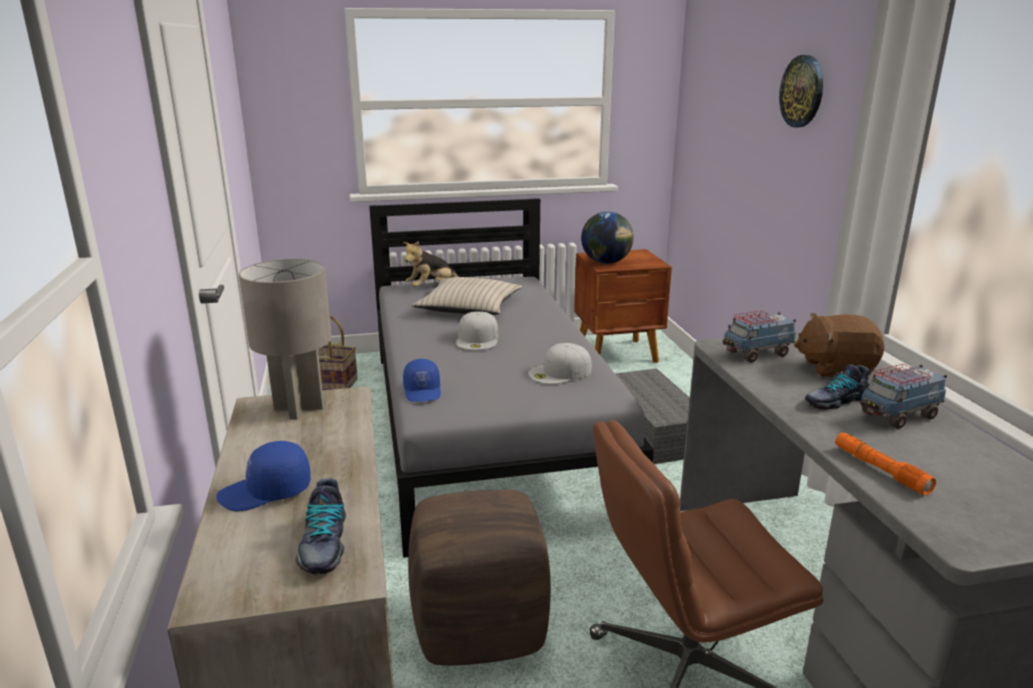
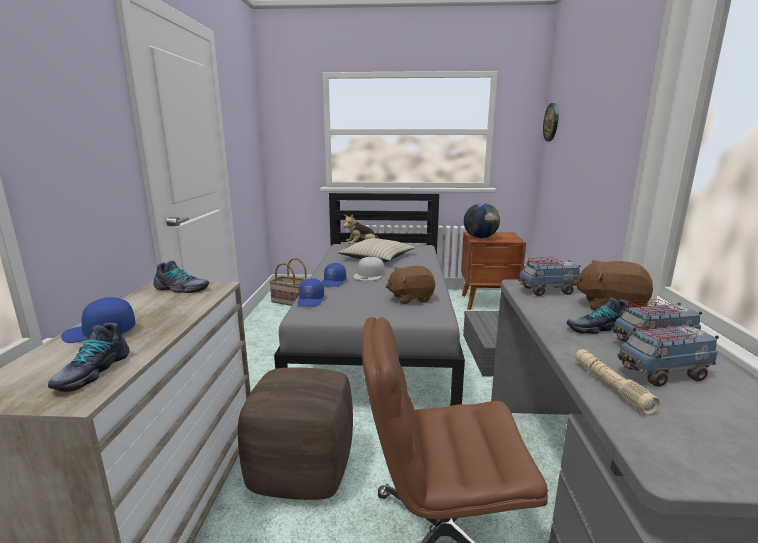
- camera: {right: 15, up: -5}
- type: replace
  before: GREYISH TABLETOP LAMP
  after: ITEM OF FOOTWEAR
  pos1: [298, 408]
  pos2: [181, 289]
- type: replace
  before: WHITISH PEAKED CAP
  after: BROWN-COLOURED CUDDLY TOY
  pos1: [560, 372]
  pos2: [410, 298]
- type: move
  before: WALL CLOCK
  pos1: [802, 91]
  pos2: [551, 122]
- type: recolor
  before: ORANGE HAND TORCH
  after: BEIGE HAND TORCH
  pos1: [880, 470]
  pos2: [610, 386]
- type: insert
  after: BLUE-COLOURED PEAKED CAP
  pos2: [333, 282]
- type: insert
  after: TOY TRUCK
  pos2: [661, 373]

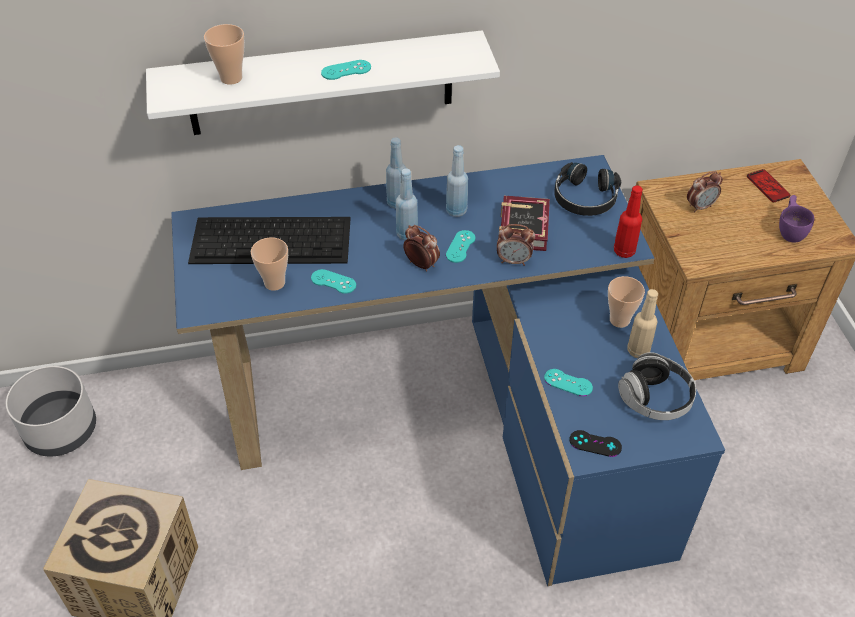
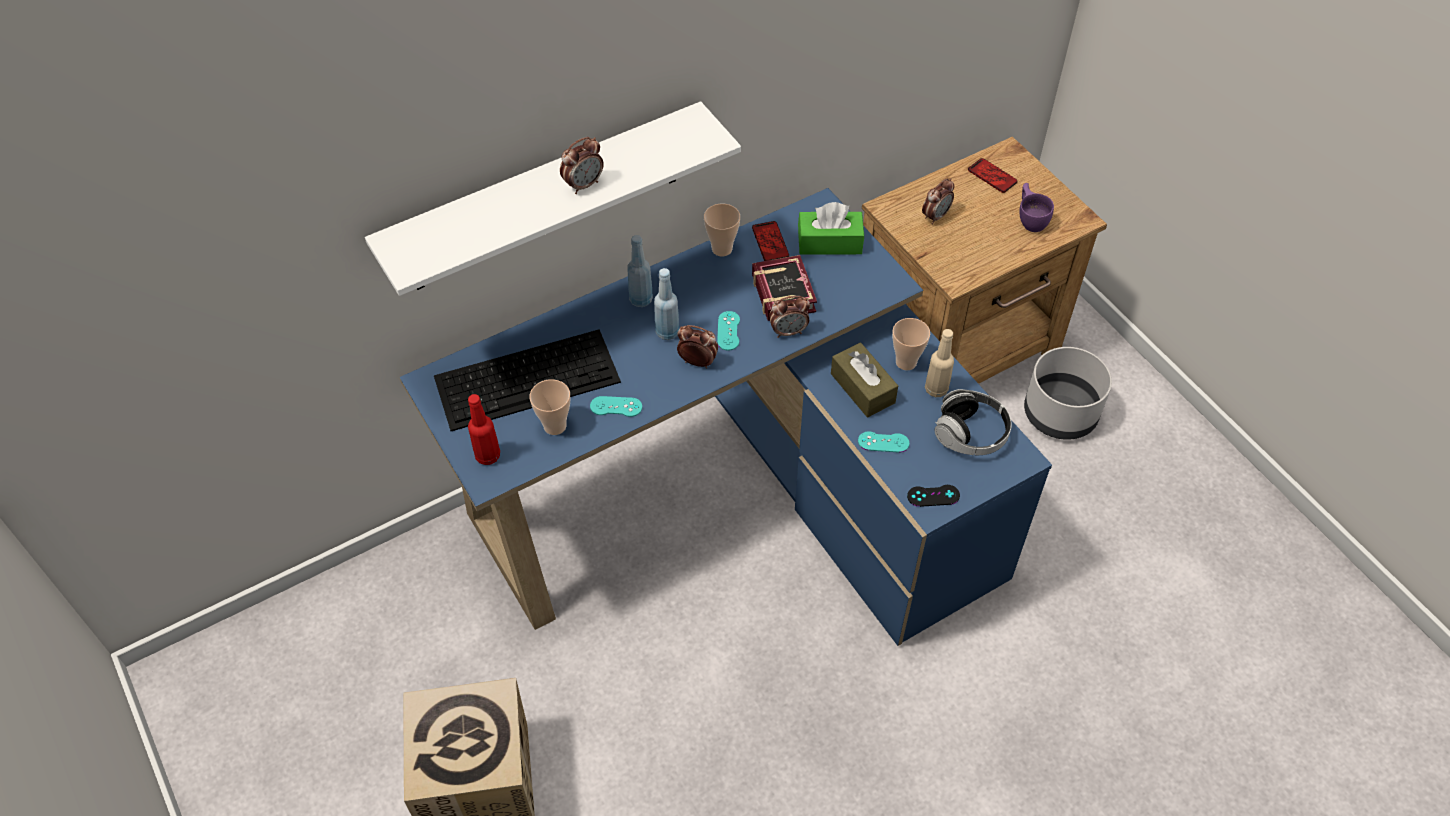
- camera: {right: -20, up: 5}
- type: move
  before: GREYISH FLOWER POT
  pos1: [61, 431]
  pos2: [1061, 414]
- type: move
  before: SMALL CUP
  pos1: [231, 78]
  pos2: [722, 249]
- type: replace
  before: TURQUOISE-COLOURED GAME CONTROLLER
  after: BEDSIDE CLOCK
  pos1: [346, 70]
  pos2: [584, 184]
- type: delete
  before: BLUE-COLOURED BOTTLE
  pos1: [456, 211]
- type: replace
  before: BLACK HEADSET
  after: GREEN TISSUE HOLDER
  pos1: [584, 198]
  pos2: [829, 242]
- type: move
  before: REDDISH BOTTLE
  pos1: [624, 251]
  pos2: [488, 456]
- type: insert
  after: PHONE
  pos2: [770, 242]
- type: insert
  after: BROWN-COLOURED TISSUE HOLDER
  pos2: [862, 388]

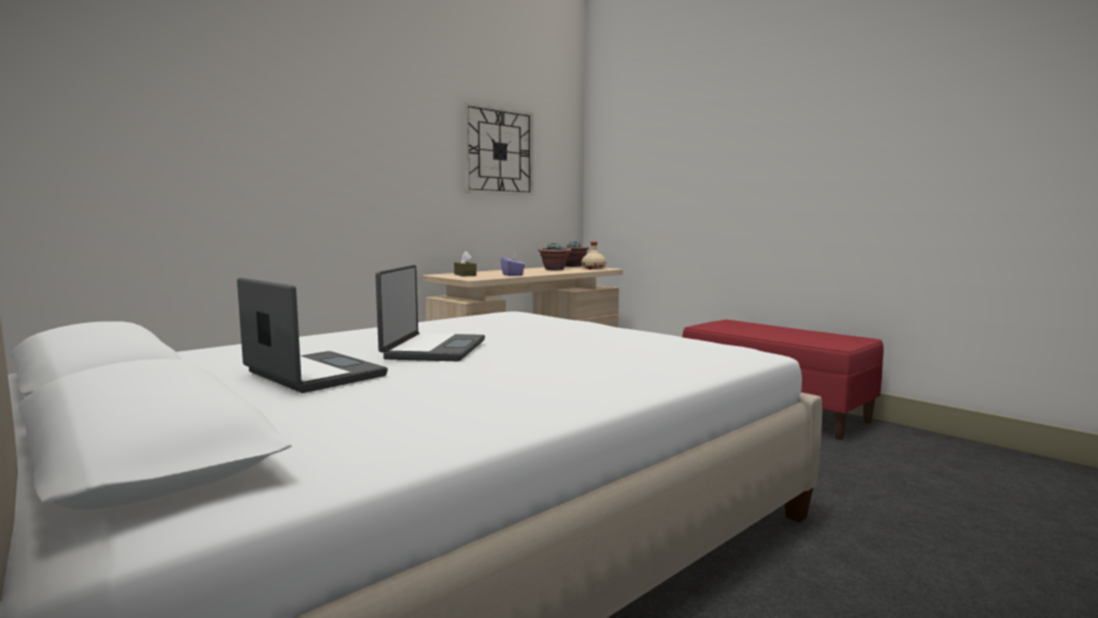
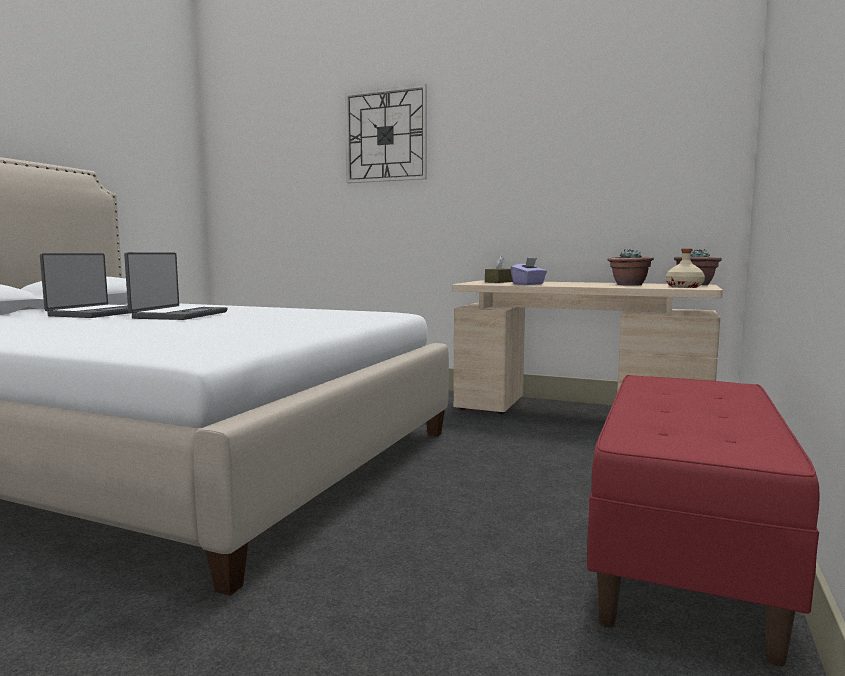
- camera: {right: 65, up: 0}
- type: rotate
  before: PORTABLE COMPUTER
  pos1: [433, 349]
  pos2: [179, 315]
  turn: -60
- type: move
  before: WALL CLOCK
  pos1: [499, 151]
  pos2: [386, 135]

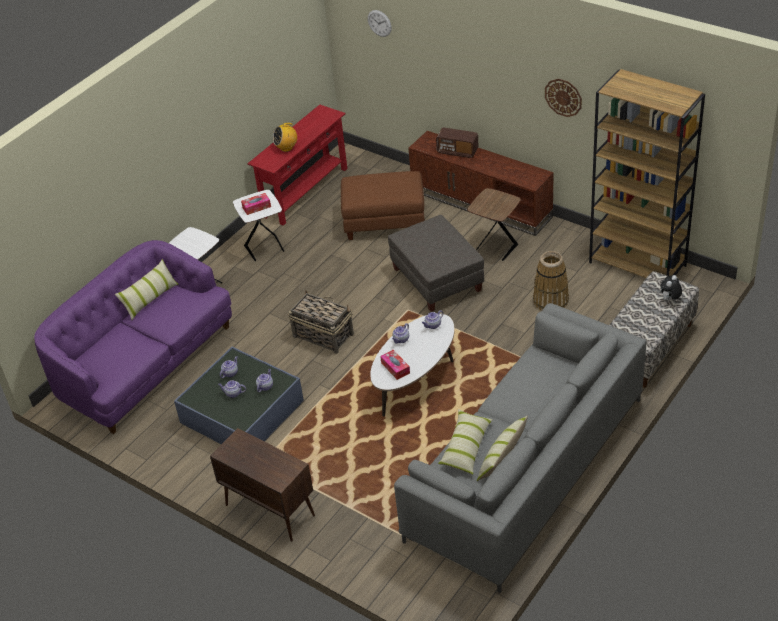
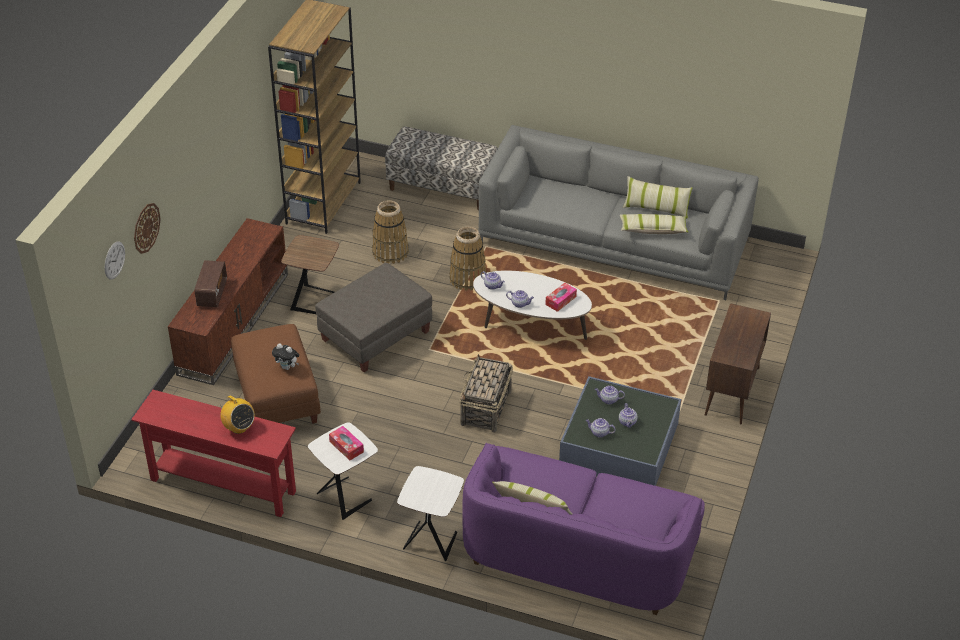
- camera: {right: -110, up: 0}
- type: move
  before: WALL CLOCK
  pos1: [563, 97]
  pos2: [146, 228]
- type: move
  before: CUDDLY TOY
  pos1: [670, 299]
  pos2: [287, 367]
- type: insert
  after: BASKET
  pos2: [468, 279]

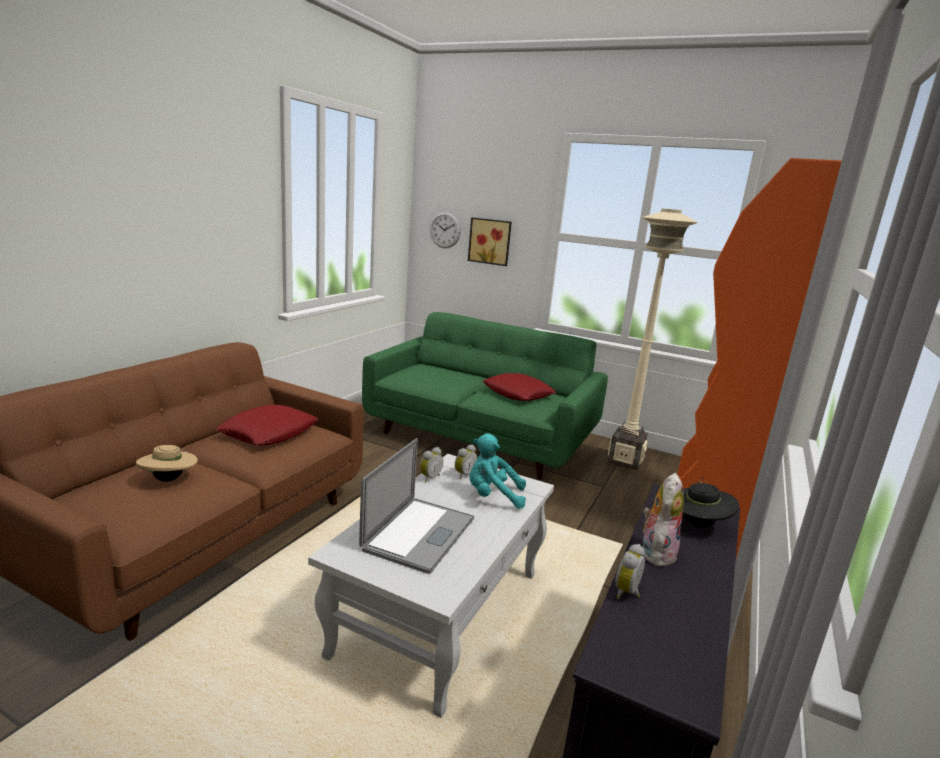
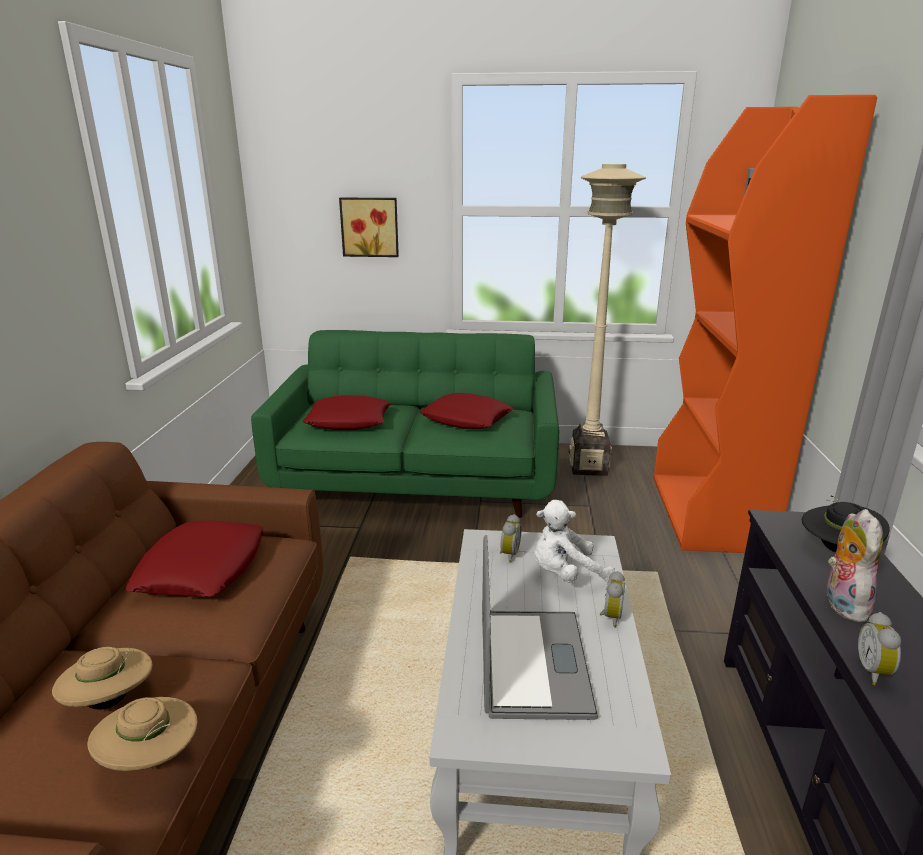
- camera: {right: -20, up: 5}
- type: move
  before: BEDSIDE CLOCK
  pos1: [429, 477]
  pos2: [610, 617]
- type: delete
  before: WALL CLOCK
  pos1: [445, 230]
- type: recolor
  before: TURQUOISE-COLOURED CUDDLY TOY
  after: WHITISH CUDDLY TOY
  pos1: [493, 496]
  pos2: [566, 575]
- type: insert
  after: BEIGE CLOTHING HAT
  pos2: [151, 758]
- type: insert
  after: REDDISH CUSHION
  pos2: [349, 420]

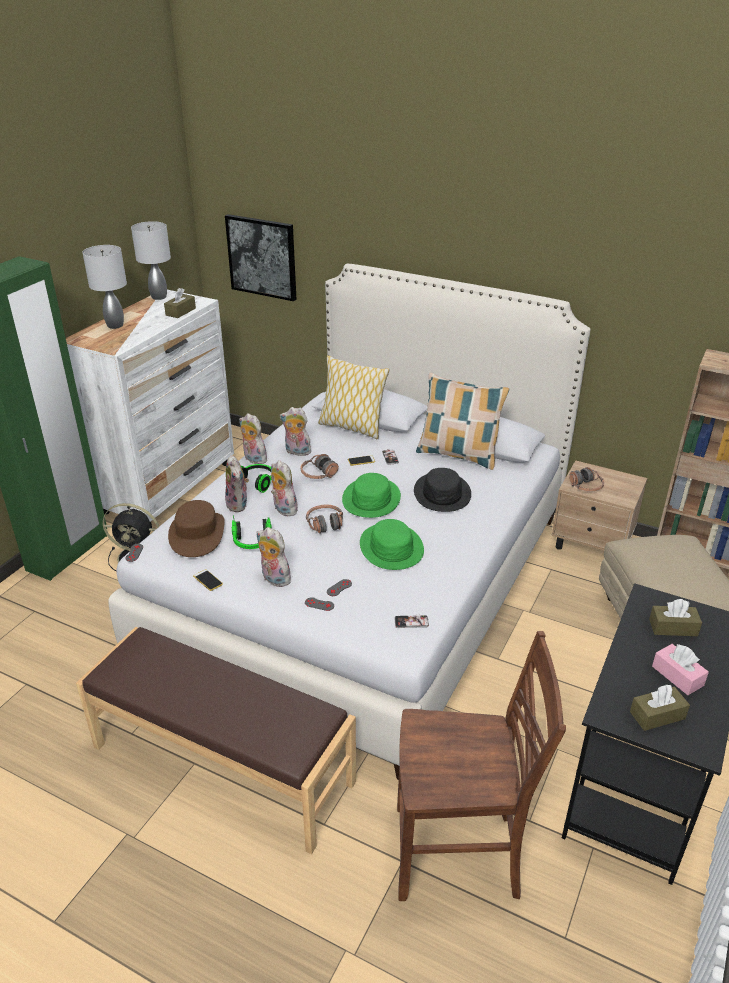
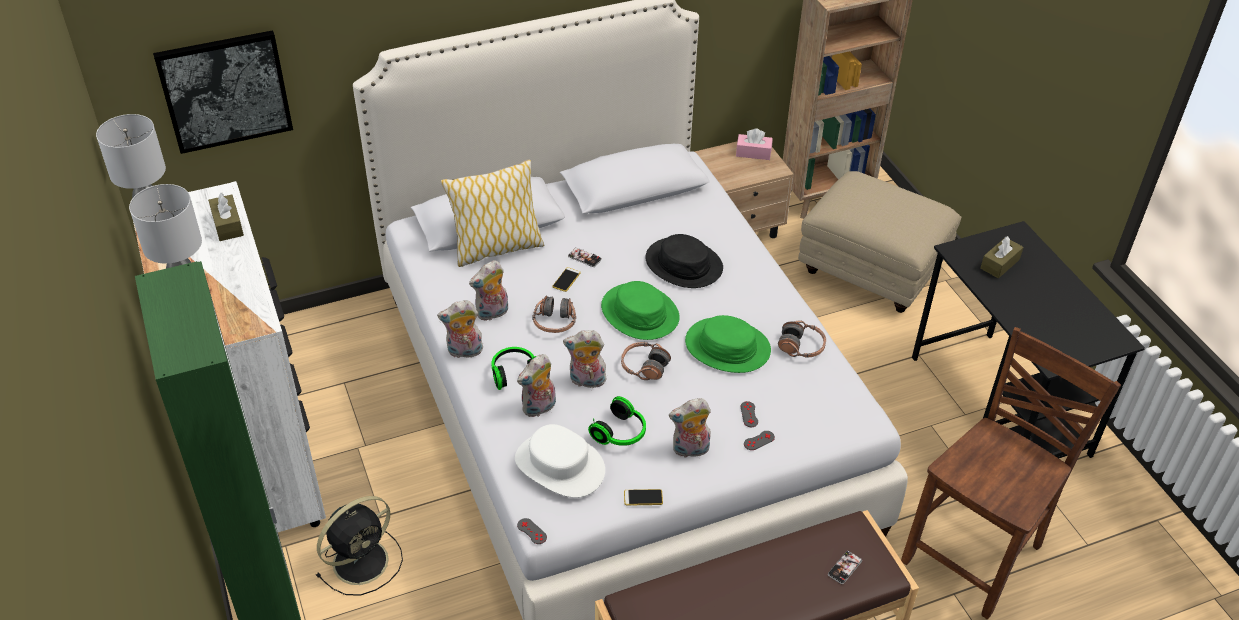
- camera: {right: -50, up: 10}
- type: recolor
  before: BROWN-COLOURED CLOTHING HAT
  after: WHITISH CLOTHING HAT
  pos1: [197, 534]
  pos2: [559, 466]
- type: rotate
  before: CUDDLY TOY
  pos1: [239, 505]
  pos2: [539, 408]
  turn: 120
- type: move
  before: PHONE
  pos1: [411, 622]
  pos2: [844, 568]
- type: delete
  before: CUSHION
  pos1: [458, 455]
- type: move
  before: HEADSET
  pos1: [585, 486]
  pos2: [801, 346]
- type: delete
  before: BROWN-COLOURED TISSUE HOLDER
  pos1: [657, 715]
- type: move
  before: PINK-COLOURED TISSUE HOLDER
  pos1: [677, 676]
  pos2: [753, 153]

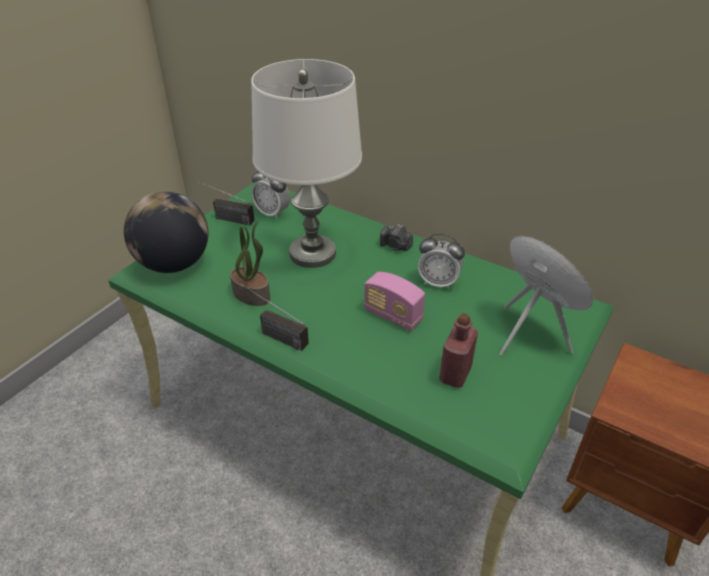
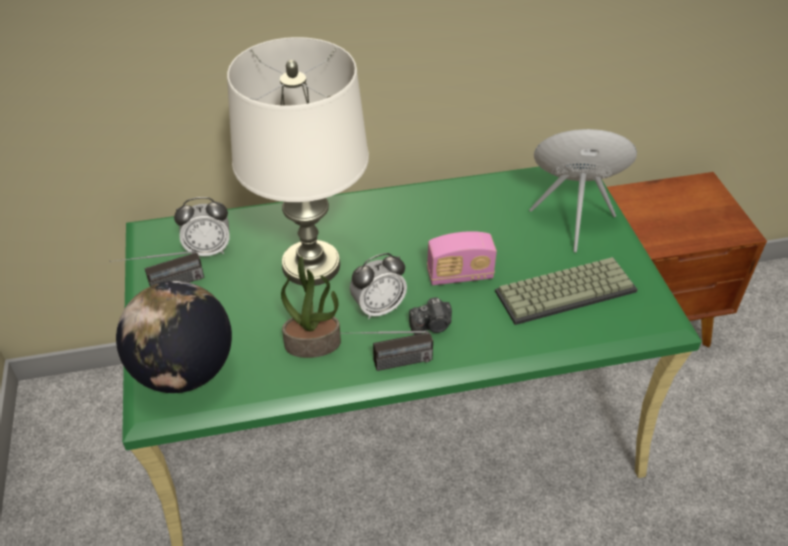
- camera: {right: -45, up: 5}
- type: move
  before: PHOTO CAMERA
  pos1: [395, 246]
  pos2: [432, 326]
- type: move
  before: BEDSIDE CLOCK
  pos1: [438, 282]
  pos2: [378, 308]
- type: replace
  before: REDDISH BOTTLE
  after: COMPUTER KEYBOARD
  pos1: [455, 374]
  pos2: [566, 290]

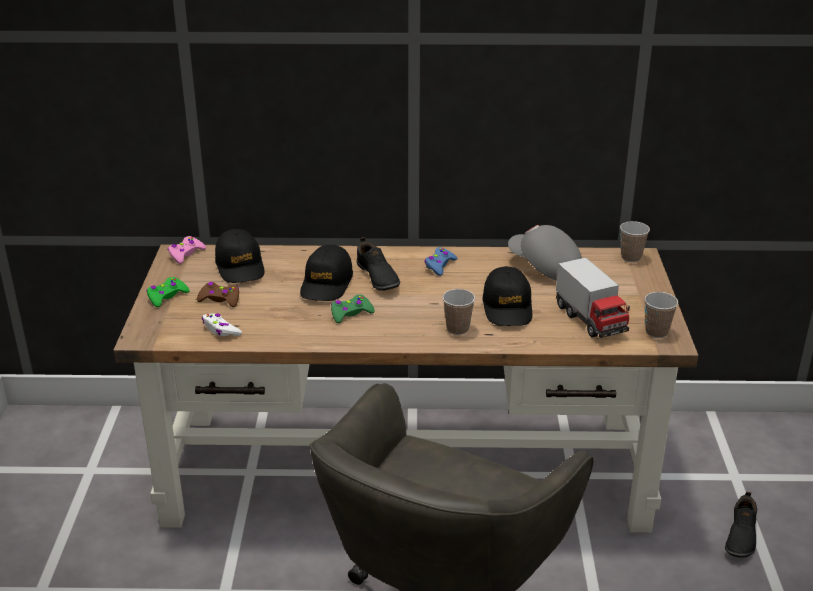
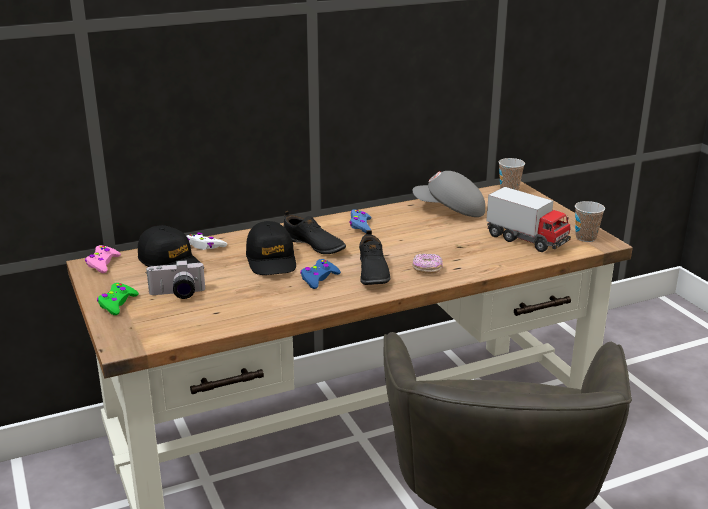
- camera: {right: -25, up: -5}
- type: replace
  before: BROWN-COLOURED GAME CONTROLLER
  after: PHOTO CAMERA
  pos1: [220, 299]
  pos2: [177, 294]
- type: move
  before: WHITISH GAME CONTROLLER
  pos1: [221, 330]
  pos2: [205, 246]
- type: recolor
  before: GREEN GAME CONTROLLER
  after: BLUE-COLOURED GAME CONTROLLER
  pos1: [351, 313]
  pos2: [319, 279]
- type: replace
  before: SMALL CUP
  after: DOUGHNUT
  pos1: [457, 329]
  pos2: [427, 270]
- type: delete
  before: BLACK PEAKED CAP
  pos1: [507, 307]
- type: move
  before: BLACK ITEM OF FOOTWEAR
  pos1: [740, 536]
  pos2: [372, 272]

